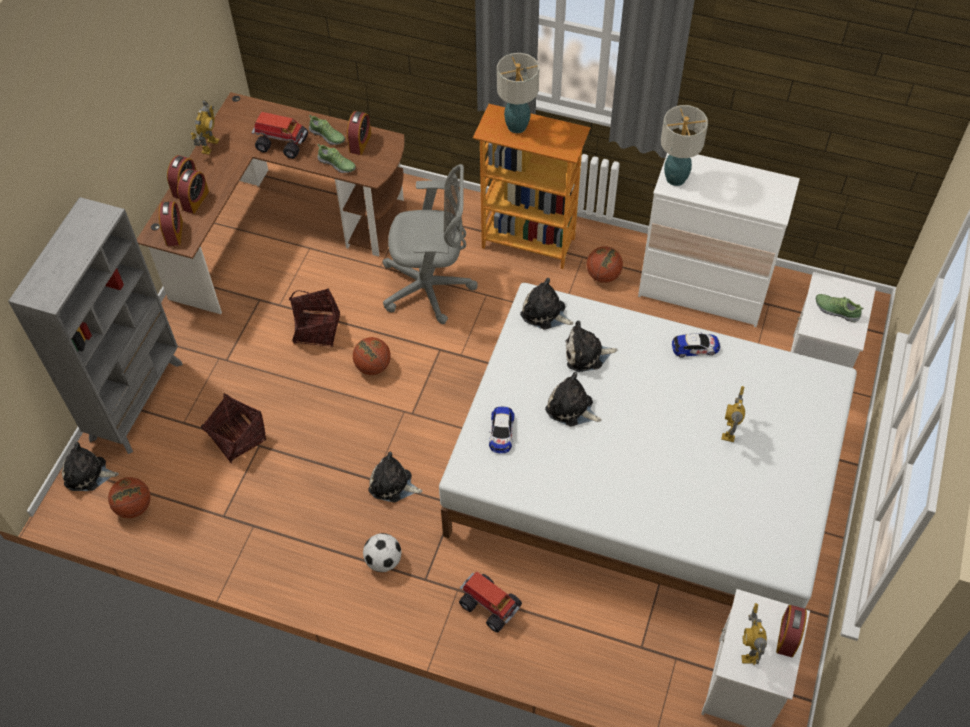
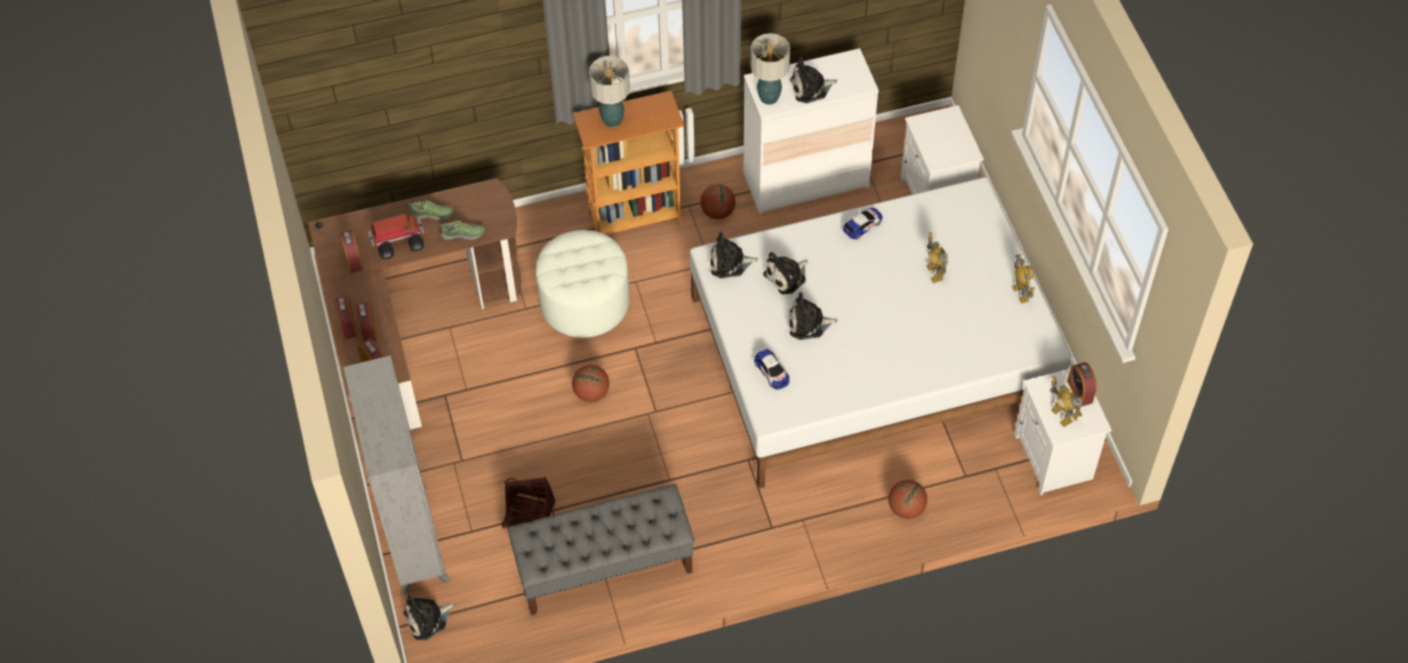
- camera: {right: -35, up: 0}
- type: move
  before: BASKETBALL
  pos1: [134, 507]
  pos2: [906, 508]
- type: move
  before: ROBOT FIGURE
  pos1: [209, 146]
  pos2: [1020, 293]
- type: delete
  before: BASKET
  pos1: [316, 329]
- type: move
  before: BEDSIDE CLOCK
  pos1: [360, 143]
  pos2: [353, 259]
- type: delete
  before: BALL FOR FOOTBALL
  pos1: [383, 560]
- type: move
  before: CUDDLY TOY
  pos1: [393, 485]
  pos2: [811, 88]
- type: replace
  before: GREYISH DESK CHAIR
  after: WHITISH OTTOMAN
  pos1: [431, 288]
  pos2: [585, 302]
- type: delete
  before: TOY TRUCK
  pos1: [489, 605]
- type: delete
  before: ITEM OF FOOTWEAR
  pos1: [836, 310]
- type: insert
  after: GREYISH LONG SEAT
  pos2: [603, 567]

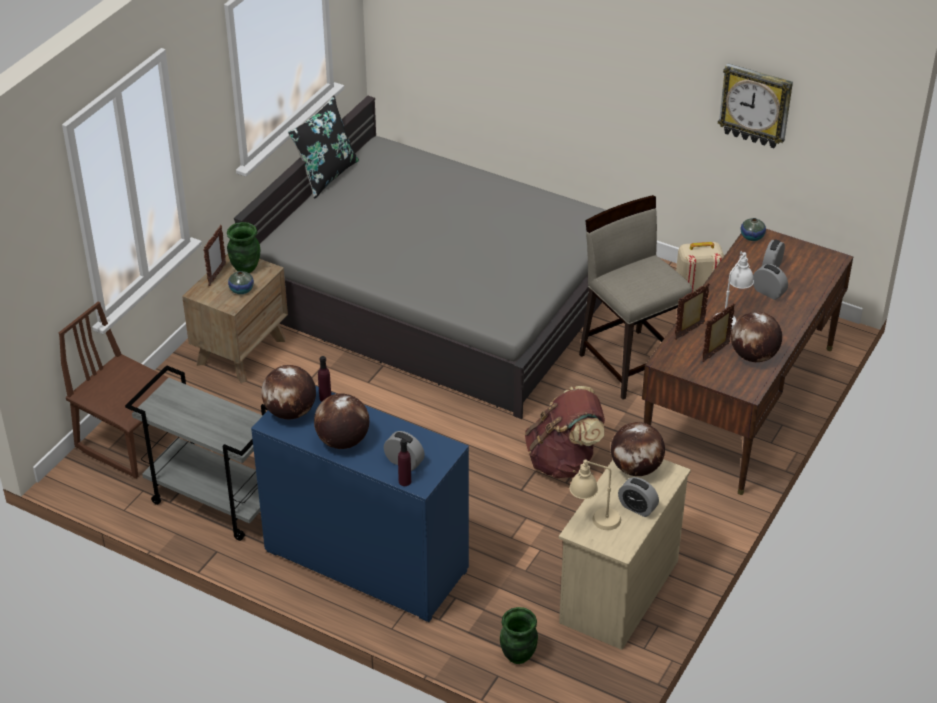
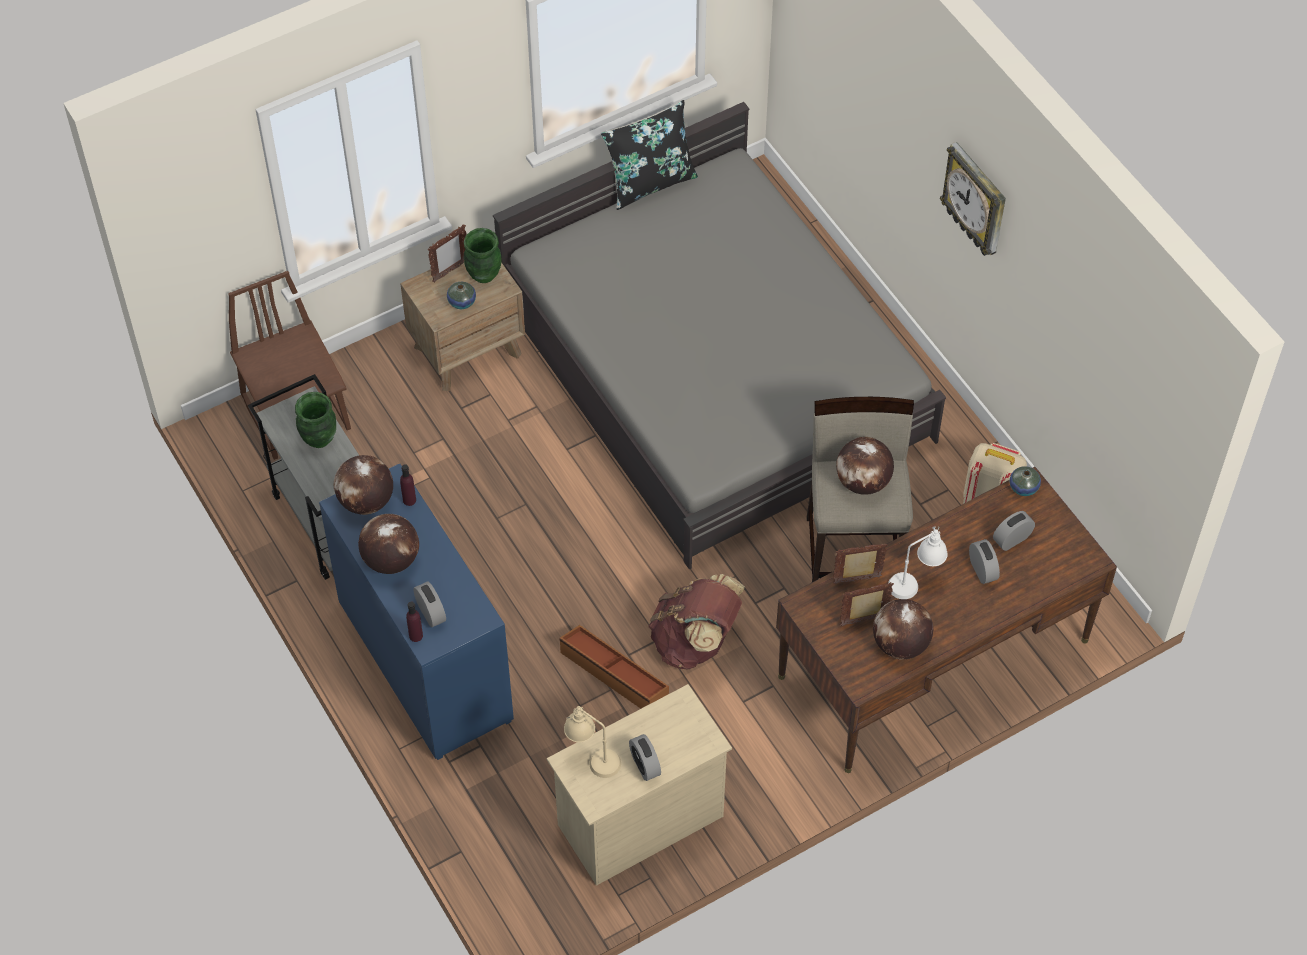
- camera: {right: 30, up: 15}
- type: move
  before: GREEN VASE
  pos1: [517, 655]
  pos2: [318, 439]
- type: move
  before: GLOBE
  pos1: [636, 468]
  pos2: [863, 482]
- type: move
  before: WALL CLOCK
  pos1: [755, 105]
  pos2: [976, 201]
- type: insert
  after: BROWN-COLOURED STORAGE CONTAINER
  pos2: [613, 674]

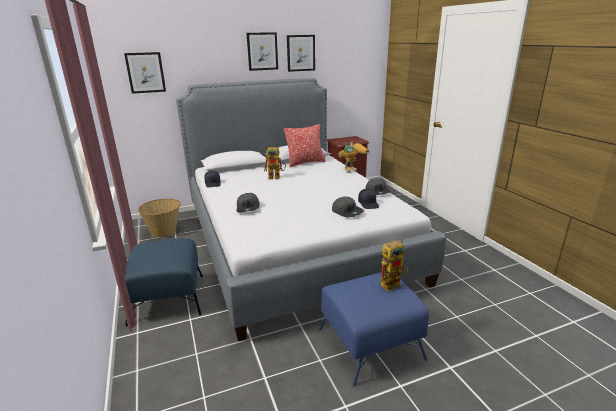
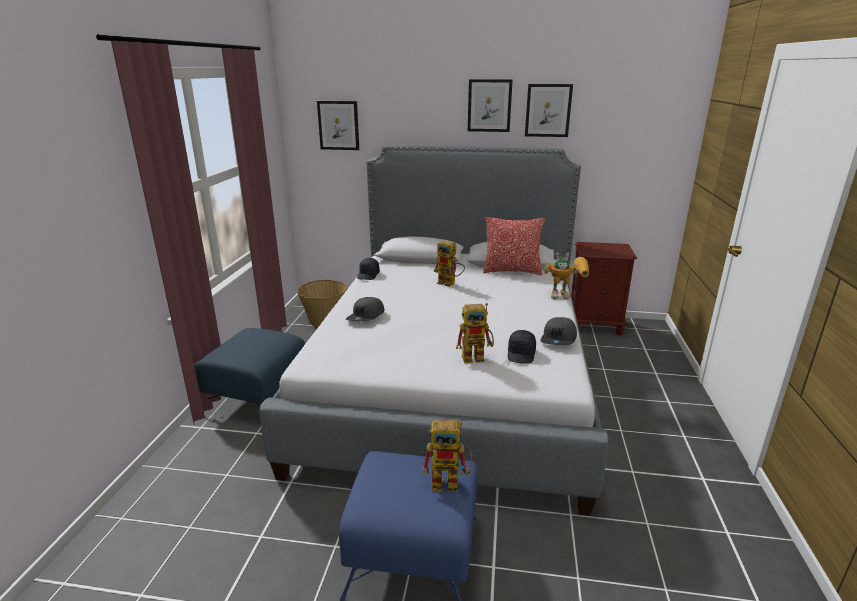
- camera: {right: 30, up: 0}
- type: replace
  before: GREYISH PEAKED CAP
  after: ROBOT FIGURE
  pos1: [347, 212]
  pos2: [477, 357]

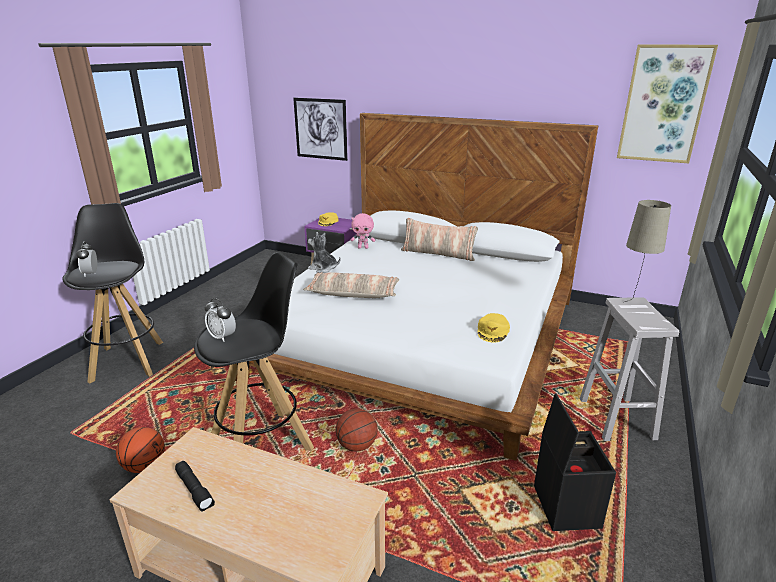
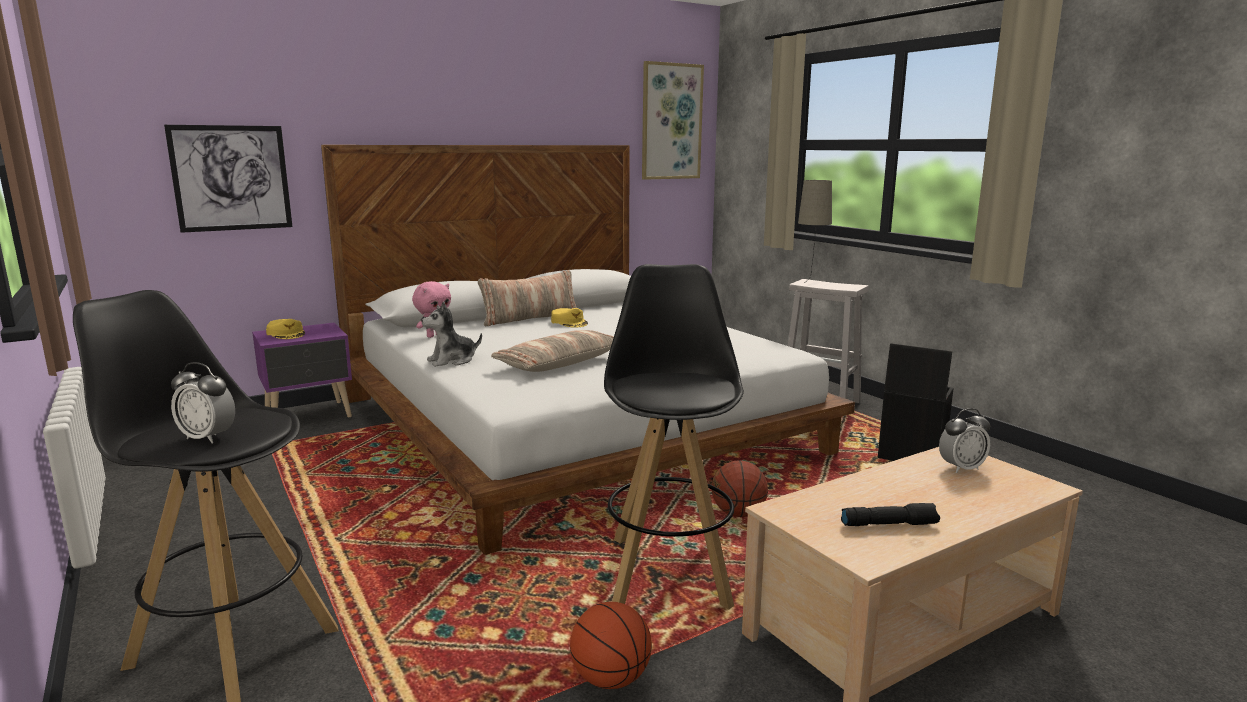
- camera: {right: -55, up: -10}
- type: move
  before: BEDSIDE CLOCK
  pos1: [222, 337]
  pos2: [961, 468]
- type: move
  before: YELLOWISH PEAKED CAP
  pos1: [493, 331]
  pos2: [569, 322]

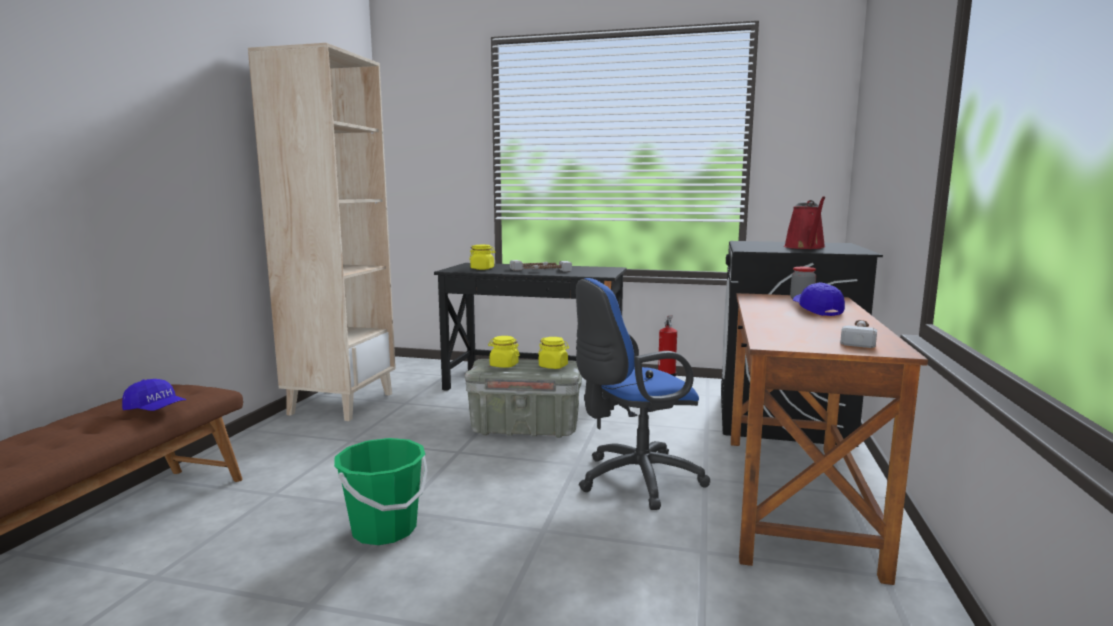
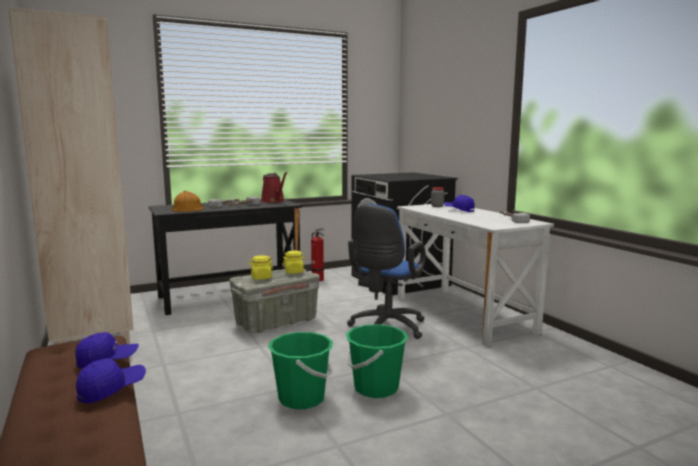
- camera: {right: -40, up: 0}
- type: replace
  before: YELLOWISH PRESERVE JAR
  after: ORANGE HARD HAT
  pos1: [482, 268]
  pos2: [186, 208]
- type: recolor
  before: BROWN-COLOURED DESK
  after: WHITISH DESK
  pos1: [795, 498]
  pos2: [463, 314]
- type: move
  before: REDDISH SPRINKLING CAN
  pos1: [805, 247]
  pos2: [274, 201]
- type: insert
  after: BLUE-COLOURED PEAKED CAP
  pos2: [111, 389]
- type: insert
  after: GREEN PAIL
  pos2: [376, 388]

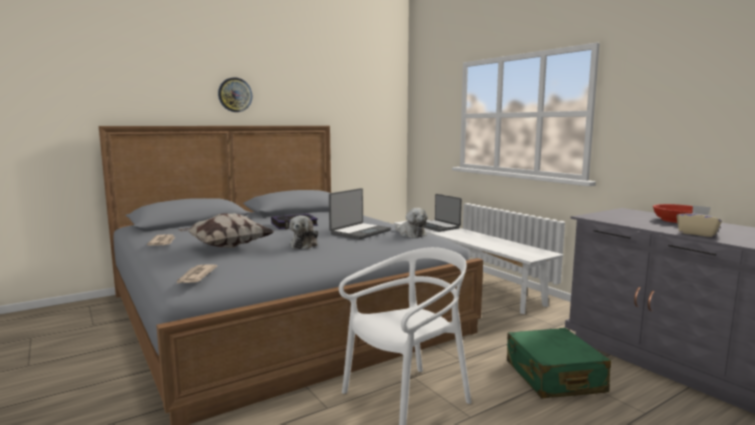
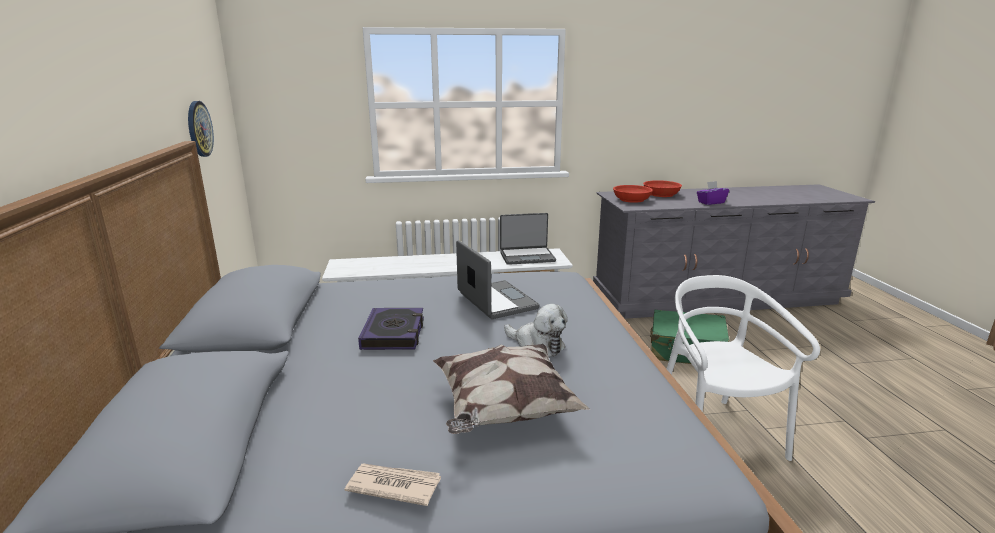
- camera: {right: -65, up: 10}
- type: delete
  before: DAILY PAPER
  pos1: [195, 276]
- type: move
  before: WALL CLOCK
  pos1: [235, 95]
  pos2: [199, 129]
- type: delete
  before: CUDDLY TOY
  pos1: [410, 234]
- type: move
  before: PORTABLE COMPUTER
  pos1: [438, 226]
  pos2: [527, 256]
- type: recolor
  before: BEIGE TISSUE HOLDER
  after: PURPLE TISSUE HOLDER
  pos1: [697, 233]
  pos2: [711, 202]
- type: insert
  after: REDDISH BOWL
  pos2: [631, 199]

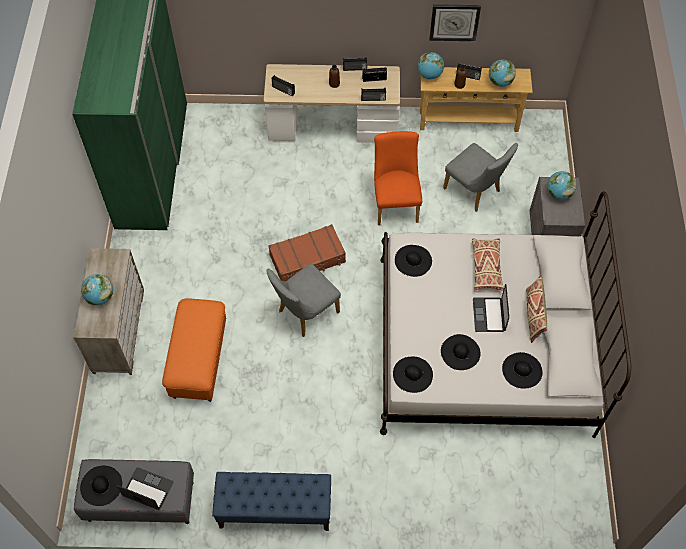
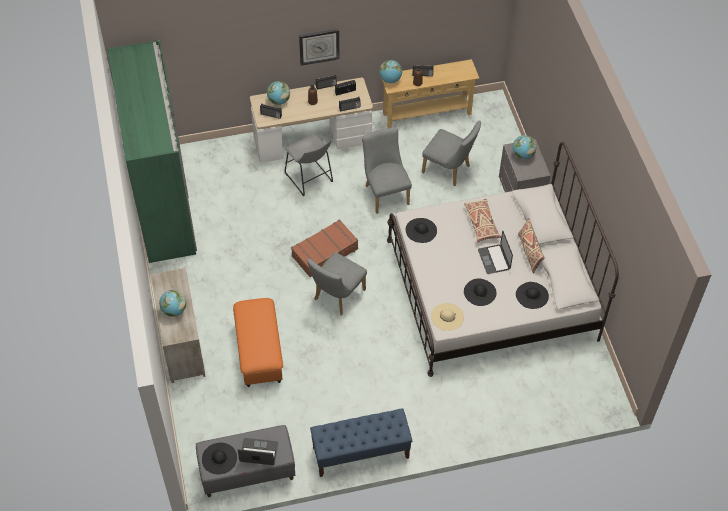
- camera: {right: -15, up: -5}
- type: recolor
  before: ORANGE CHAIR
  after: GREYISH CHAIR
  pos1: [395, 202]
  pos2: [385, 192]
- type: recolor
  before: BLACK CLOTHING HAT
  after: BEIGE CLOTHING HAT
  pos1: [412, 374]
  pos2: [447, 317]
- type: move
  before: WALL CLOCK
  pos1: [454, 22]
  pos2: [319, 46]
- type: move
  before: GLOBE
  pos1: [500, 82]
  pos2: [278, 101]
- type: insert
  after: GREYISH SITTING STOOL
  pos2: [310, 179]

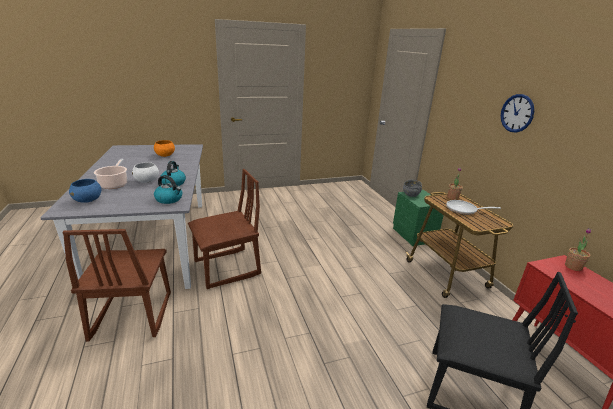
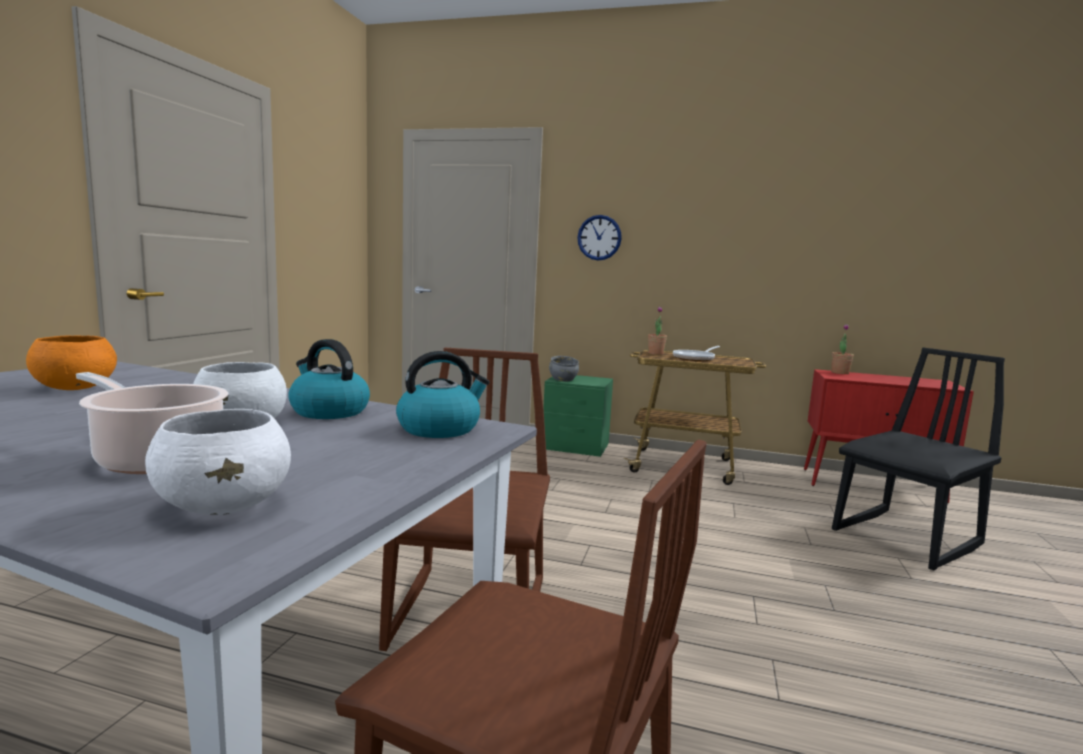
- camera: {right: -55, up: -15}
- type: recolor
  before: BLUE-COLOURED BOWL
  after: WHITISH BOWL
  pos1: [88, 200]
  pos2: [225, 506]
- type: move
  before: WALL CLOCK
  pos1: [517, 113]
  pos2: [599, 237]

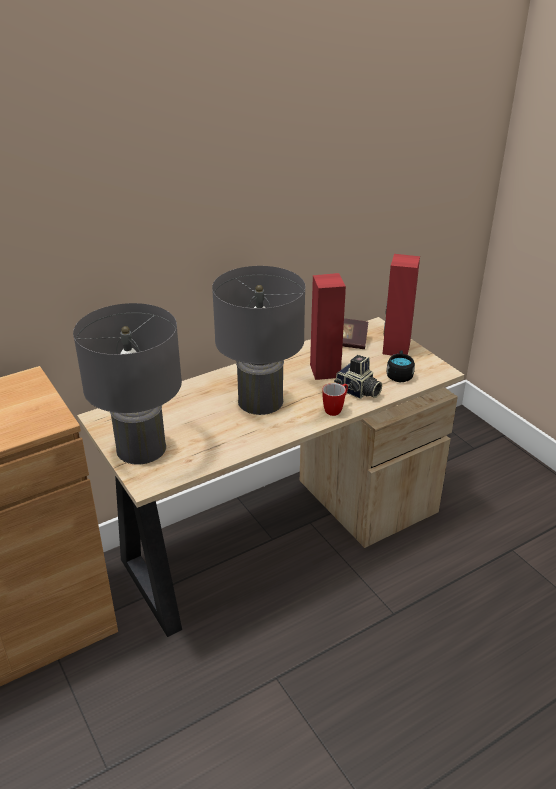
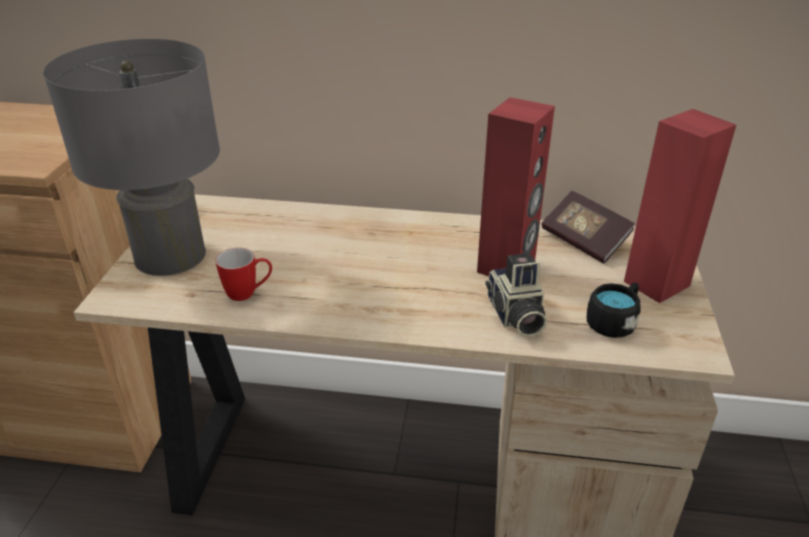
- camera: {right: 40, up: 0}
- type: delete
  before: GREYISH TABLETOP LAMP
  pos1: [260, 401]
- type: move
  before: TEA MUG
  pos1: [336, 409]
  pos2: [248, 293]

